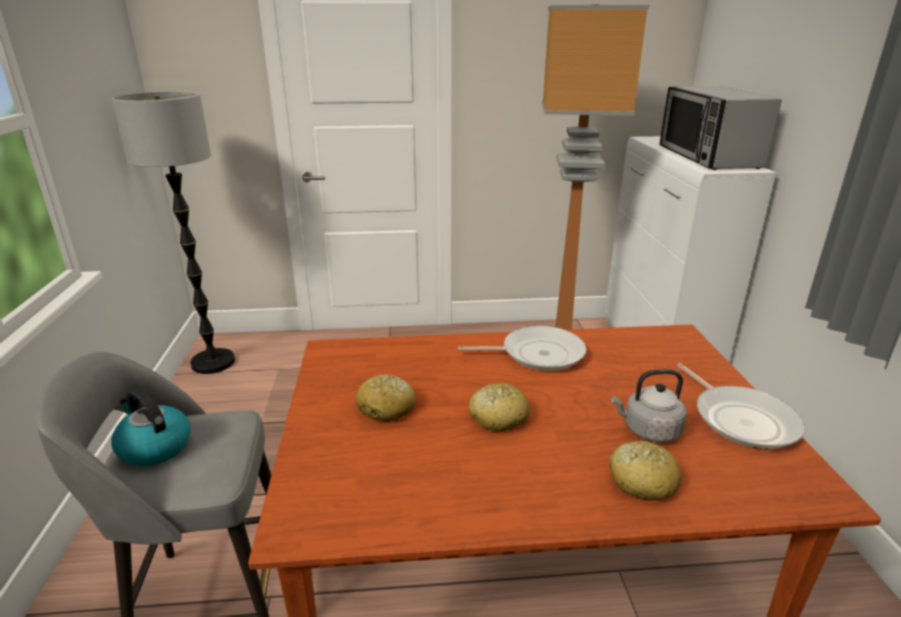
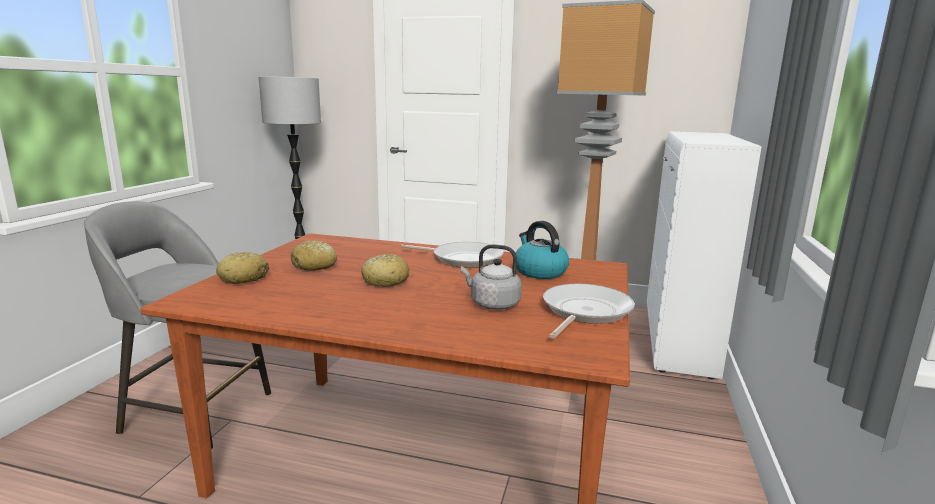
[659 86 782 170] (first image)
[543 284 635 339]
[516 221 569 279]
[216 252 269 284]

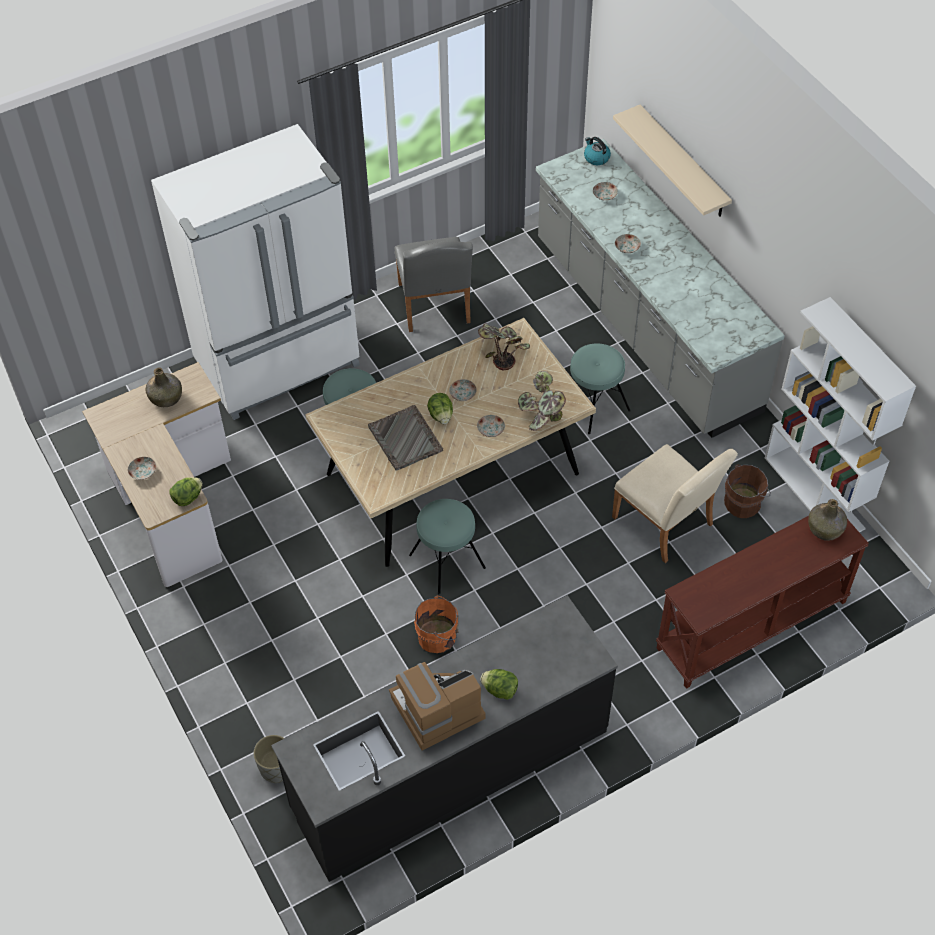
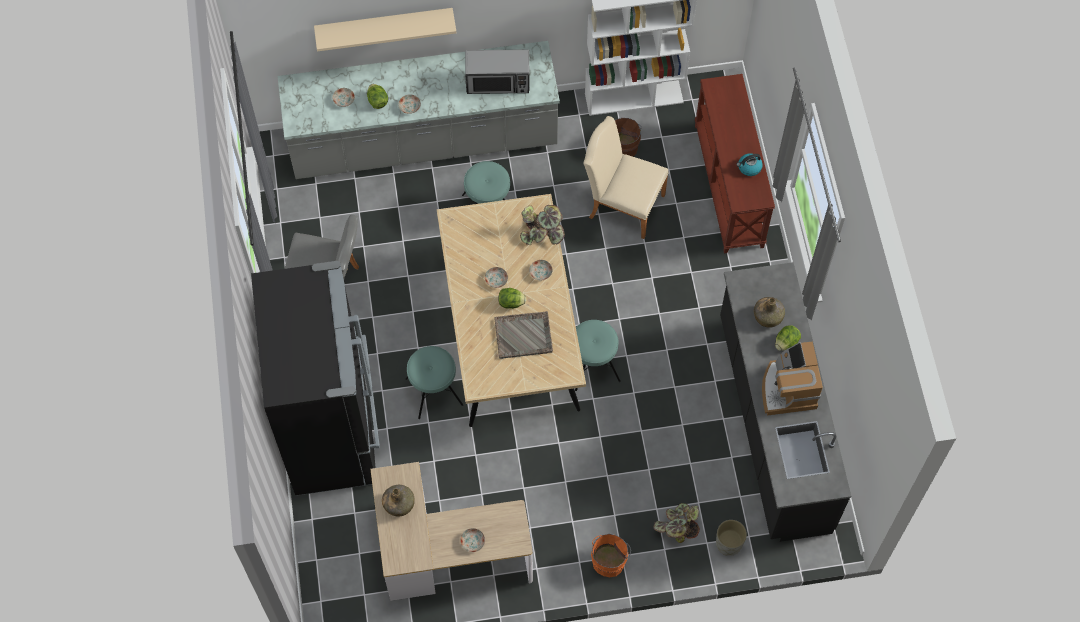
[251 261 380 496]
[736 153 763 176]
[653 503 700 543]
[583 116 669 239]
[367 84 388 109]
[754 297 785 328]
[591 534 631 577]
[465 49 530 94]

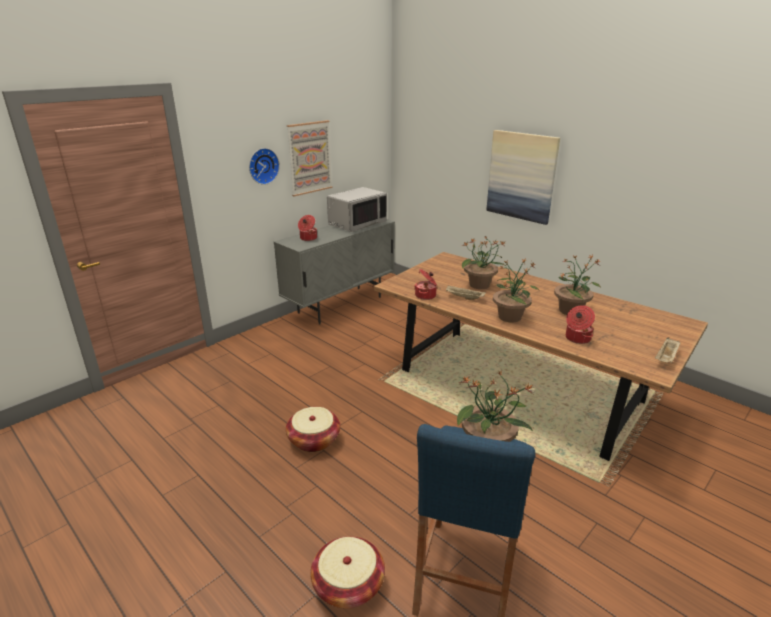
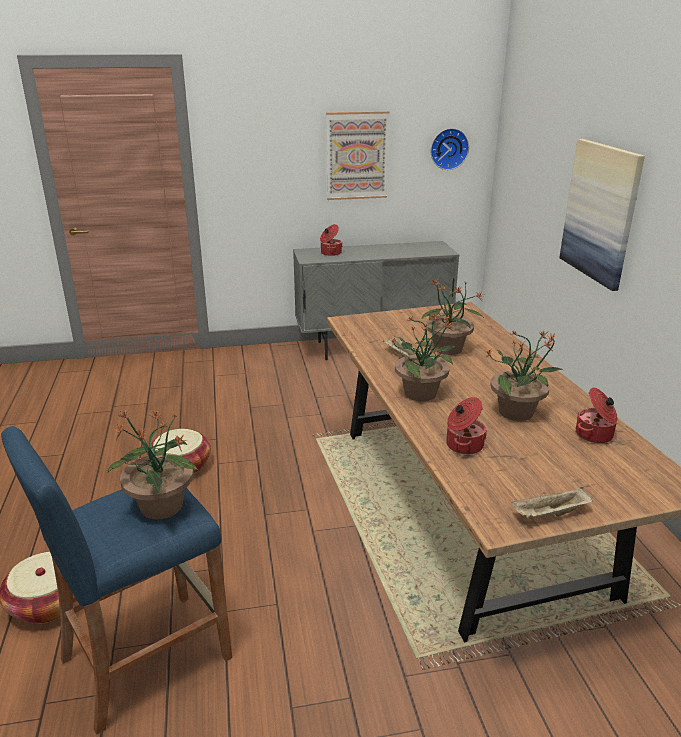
[431 128 469 170]
[327 187 387 232] (first image)
[576 387 617 443]

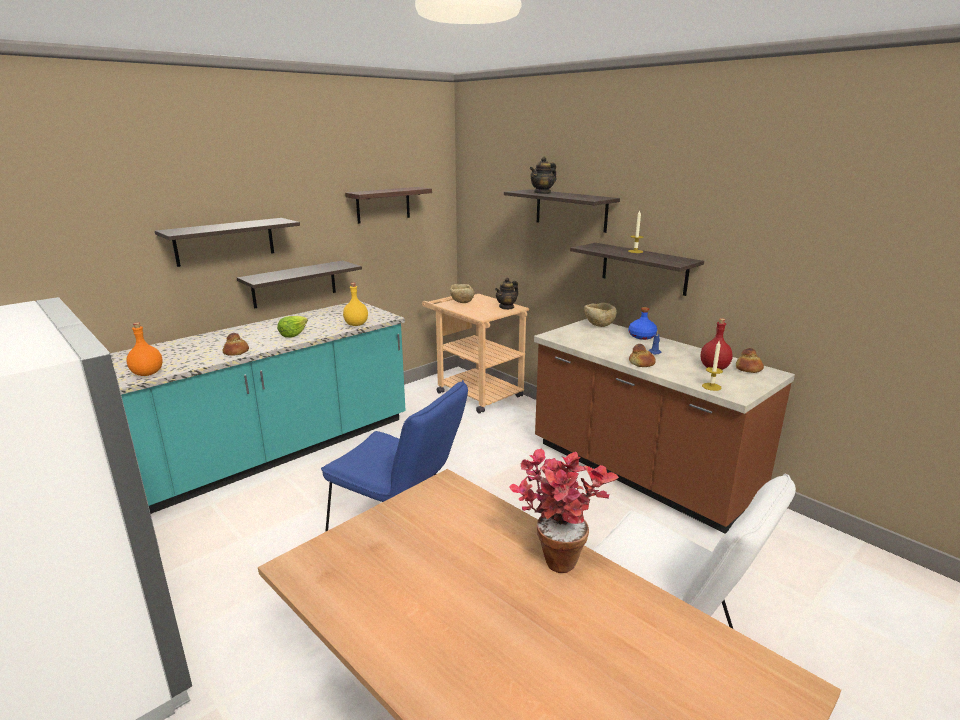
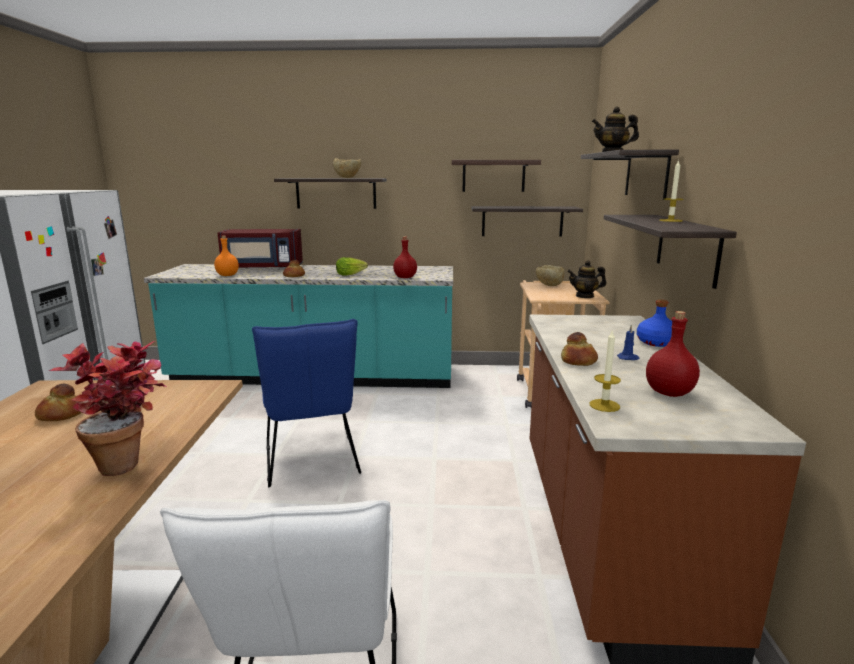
[472 206 583 237]
[393 237 417 278]
[333 158 361 178]
[35 384 82 421]
[218 229 303 268]

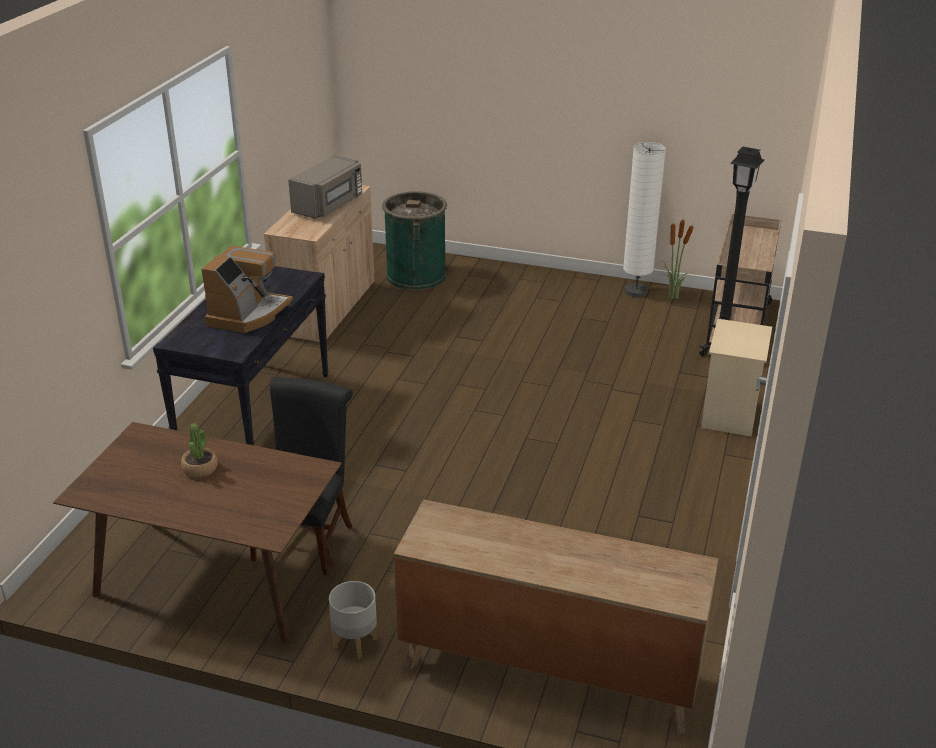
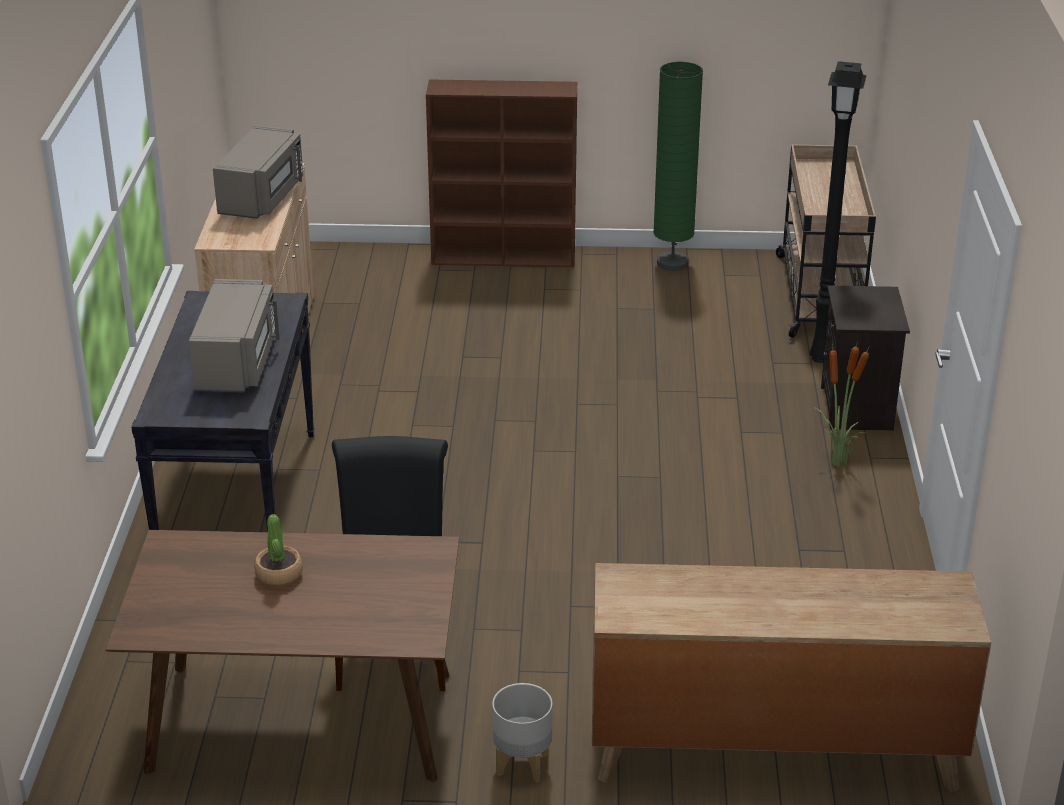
[653 62 703 271]
[382 191 447 290] (first image)
[814 341 870 466]
[189 279 279 393]
[821 286 910 431]
[426 80 577 267]

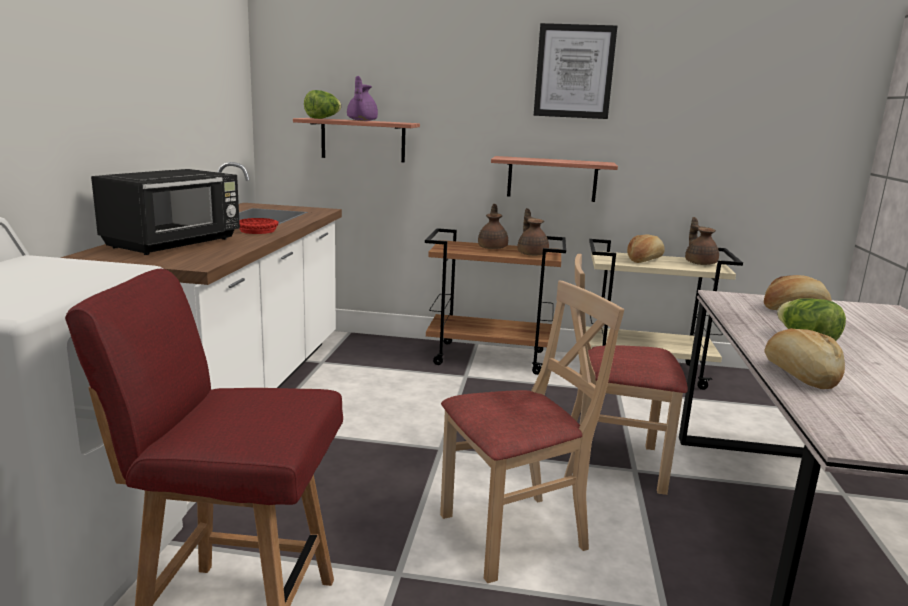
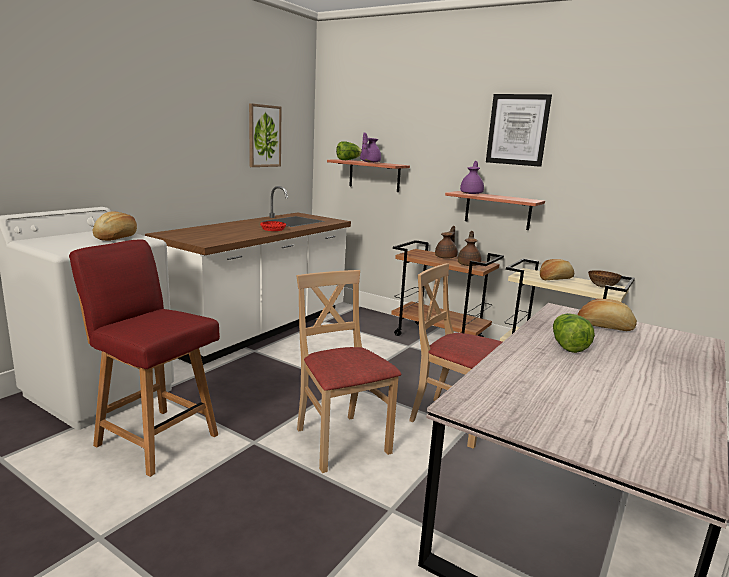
[91 169 240 255] (first image)
[588 270 622 288]
[297 270 401 473]
[93 211 137 241]
[249 103 281 167]
[460 161 484 194]

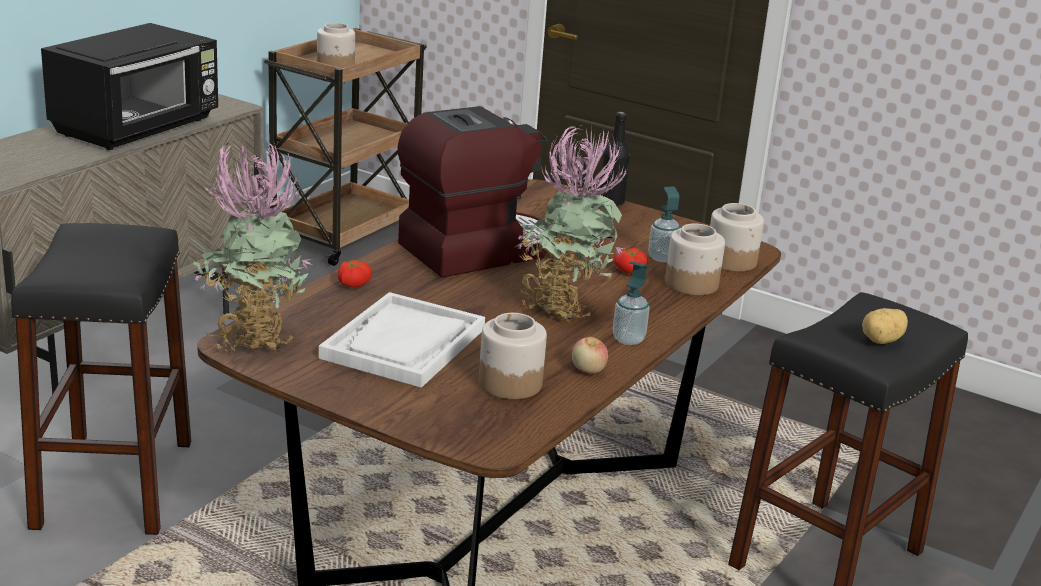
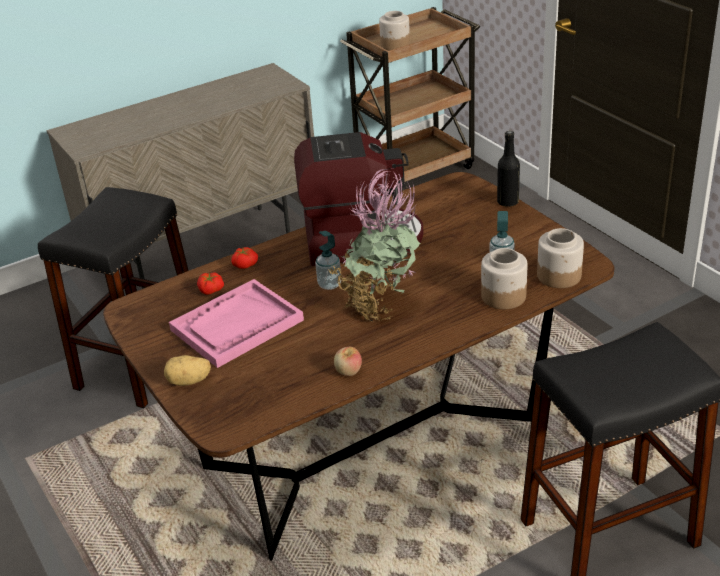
[41 23 218 150] (first image)
[193 139 312 354] (first image)
[197 272 224 295]
[315 231 341 290]
[169 279 304 368]
[164 355 211 386]
[479 313 547 399] (first image)

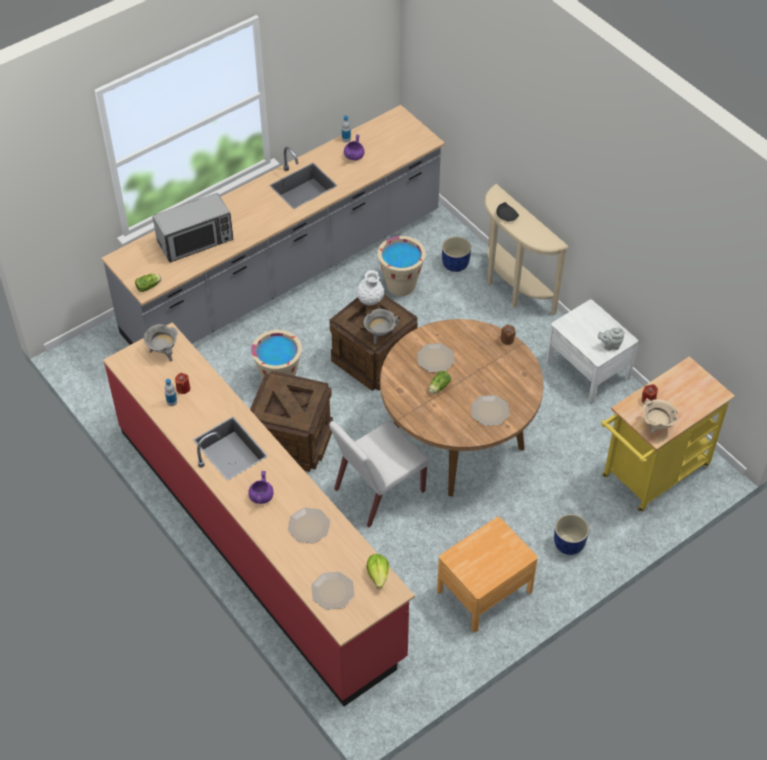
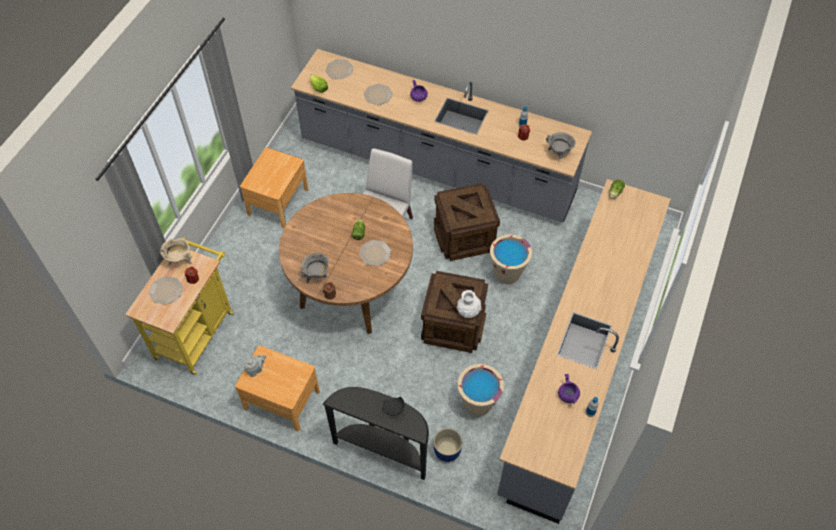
[323 387 429 480]
[153 193 234 262] (first image)
[235 345 320 431]
[301 253 329 283]
[291 49 592 223]
[149 276 183 305]
[554 514 589 555] (first image)

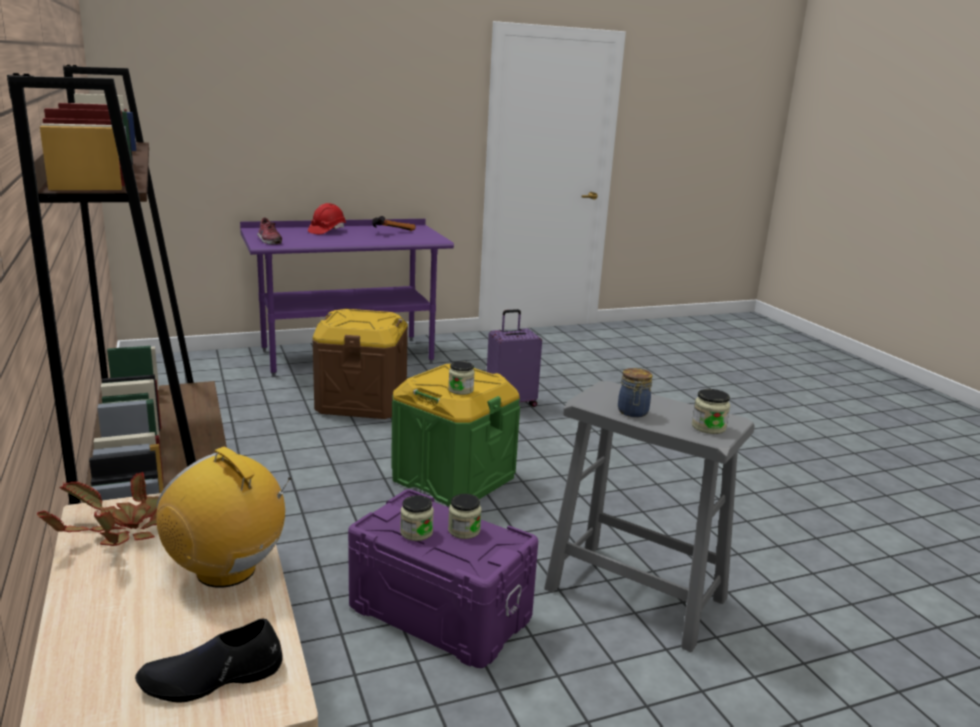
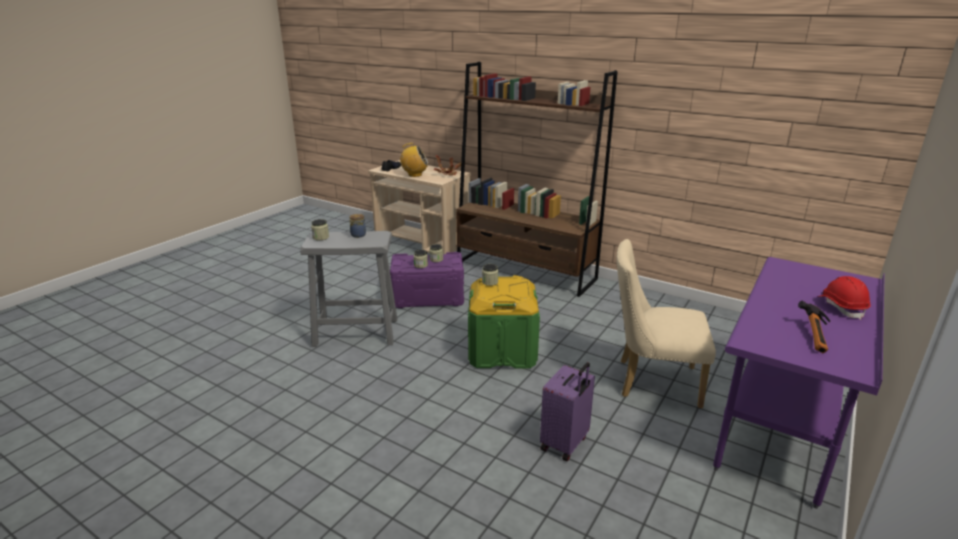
[257 217 282 245] (first image)
[616 239 716 408]

